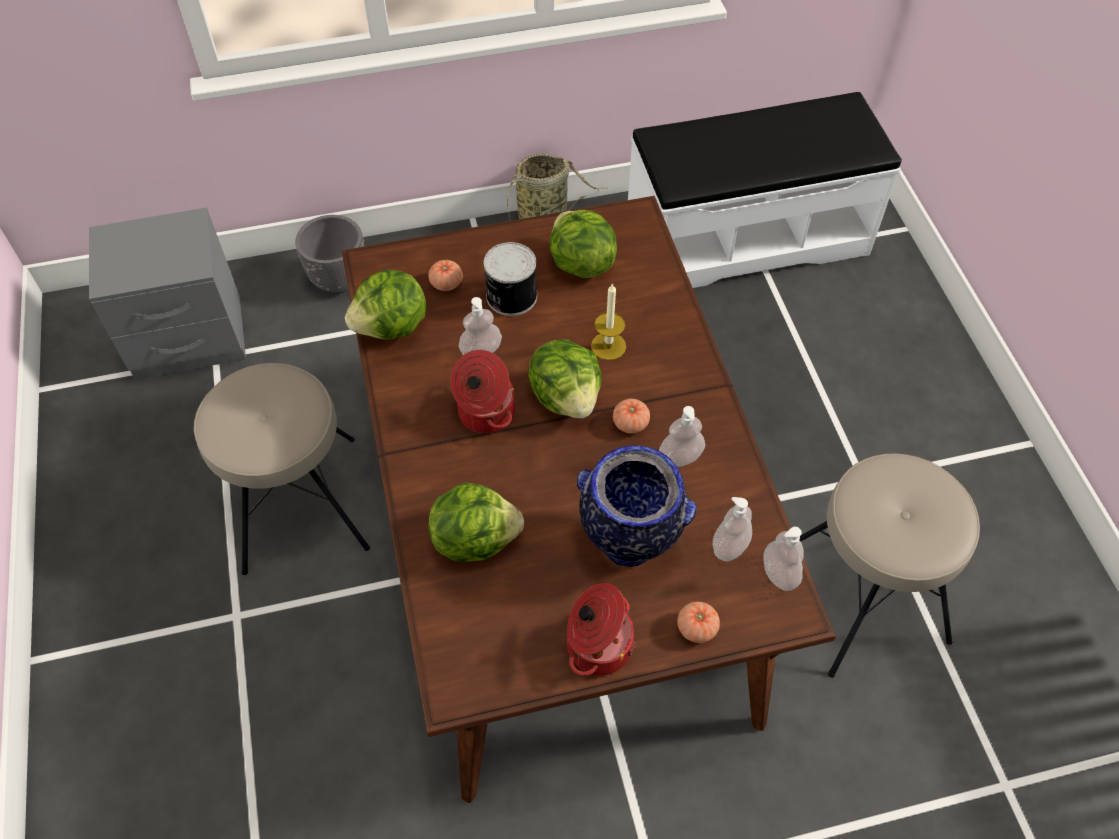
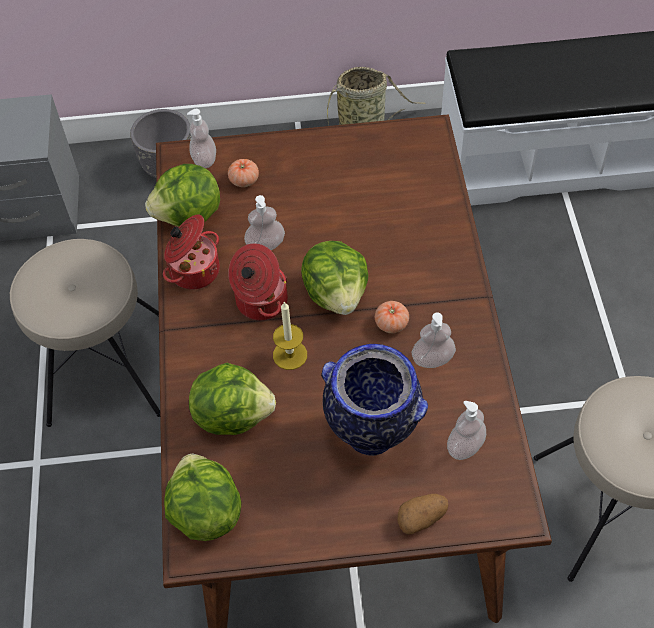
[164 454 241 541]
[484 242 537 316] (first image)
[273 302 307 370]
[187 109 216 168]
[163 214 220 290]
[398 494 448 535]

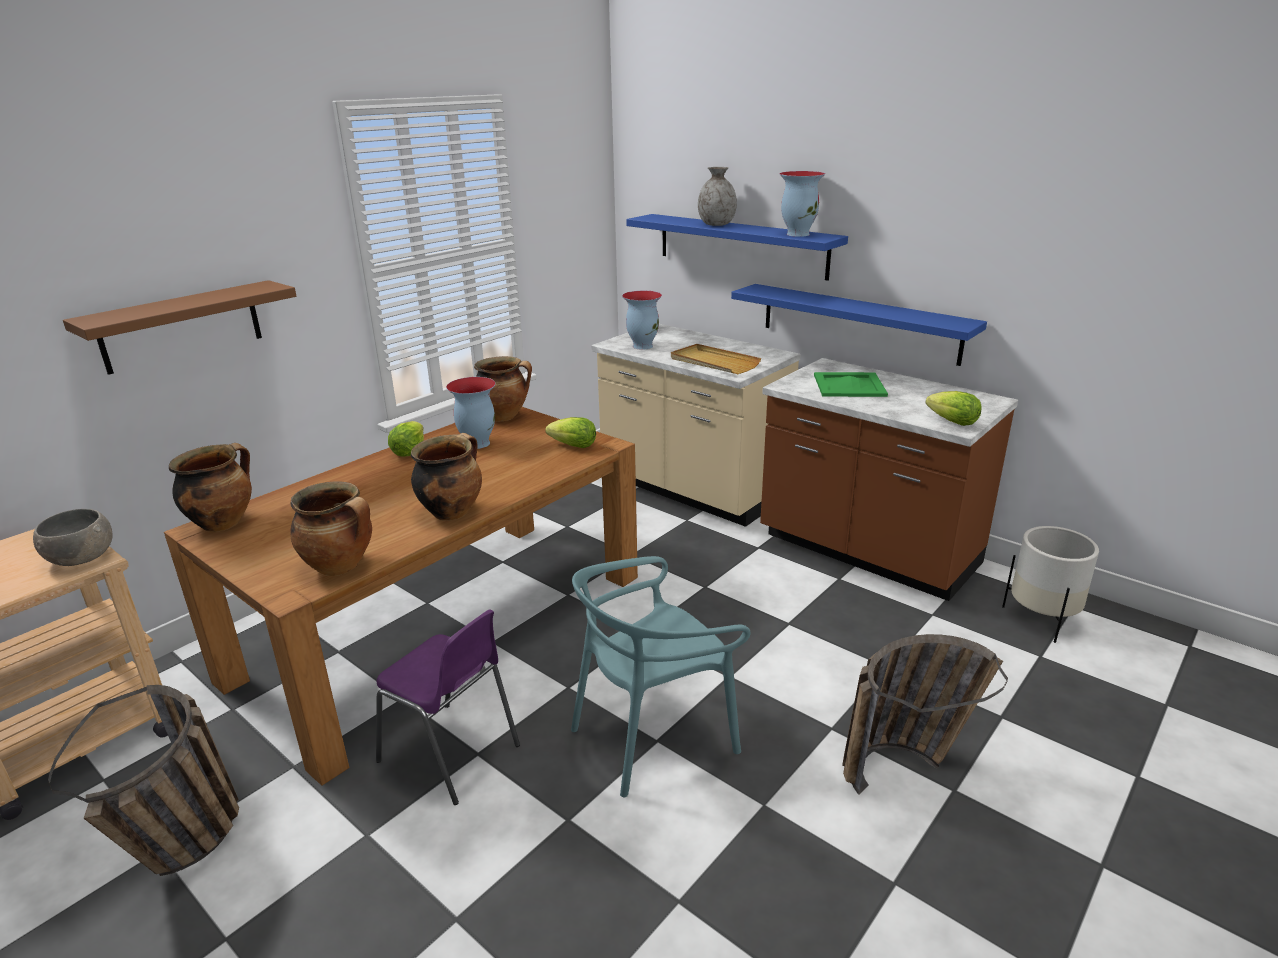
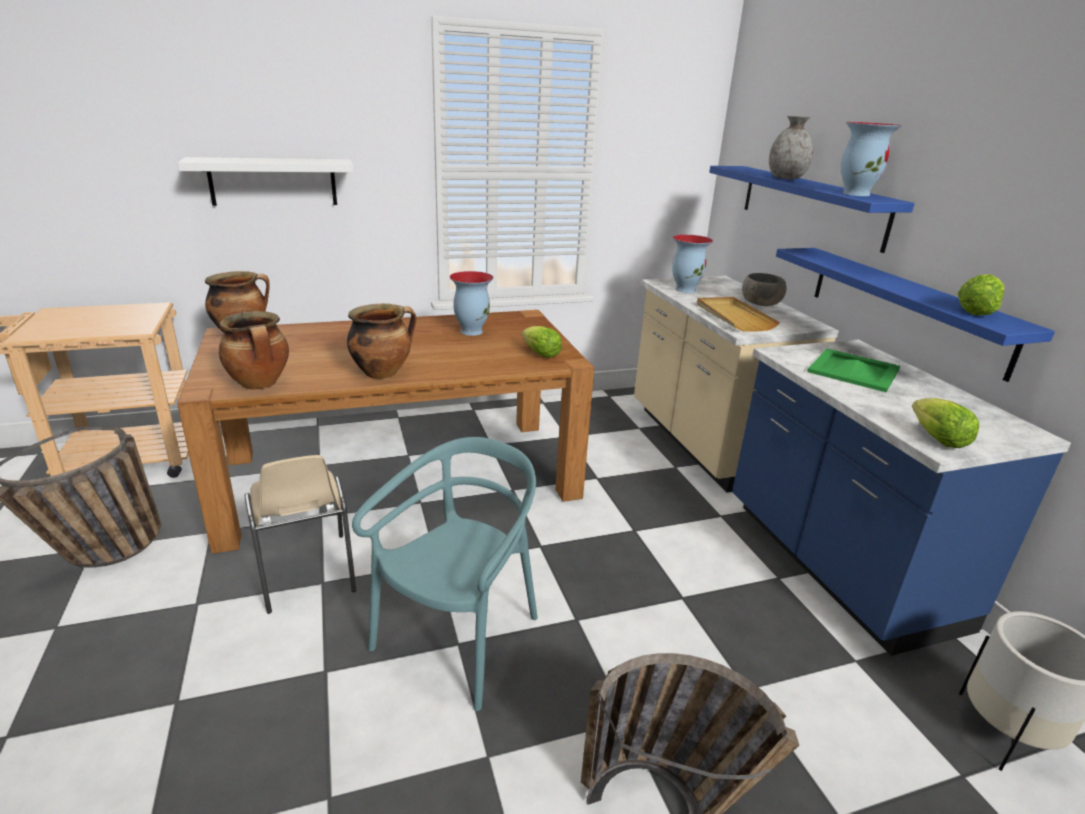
[178 157 353 206]
[474 356 532 421] (first image)
[732 340 1071 656]
[958 275 1004 315]
[742 273 787 306]
[352 437 538 711]
[245 455 356 614]

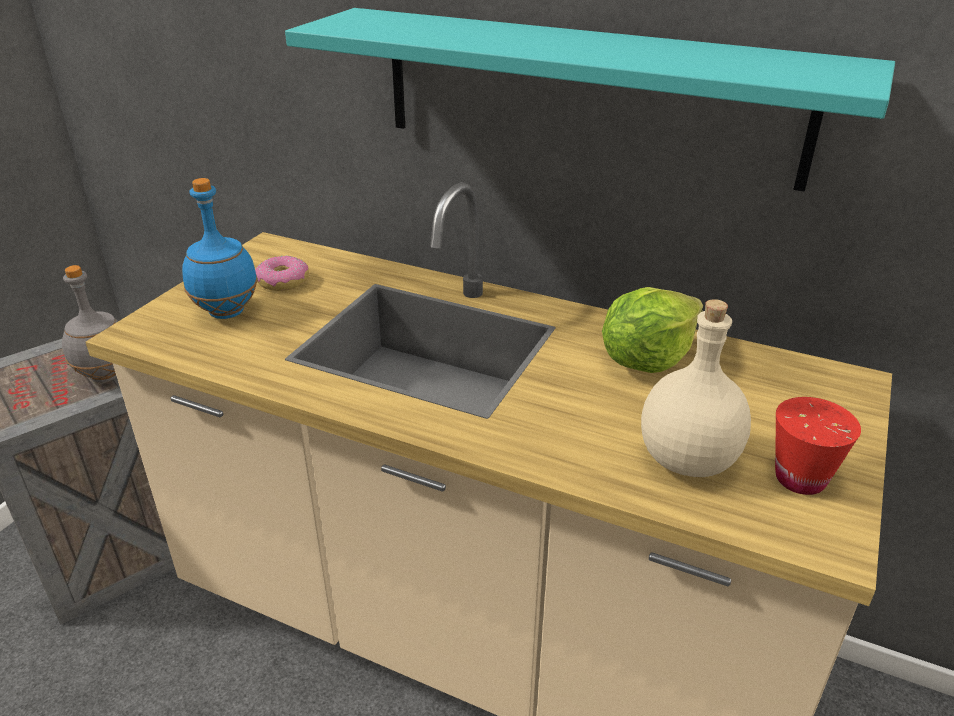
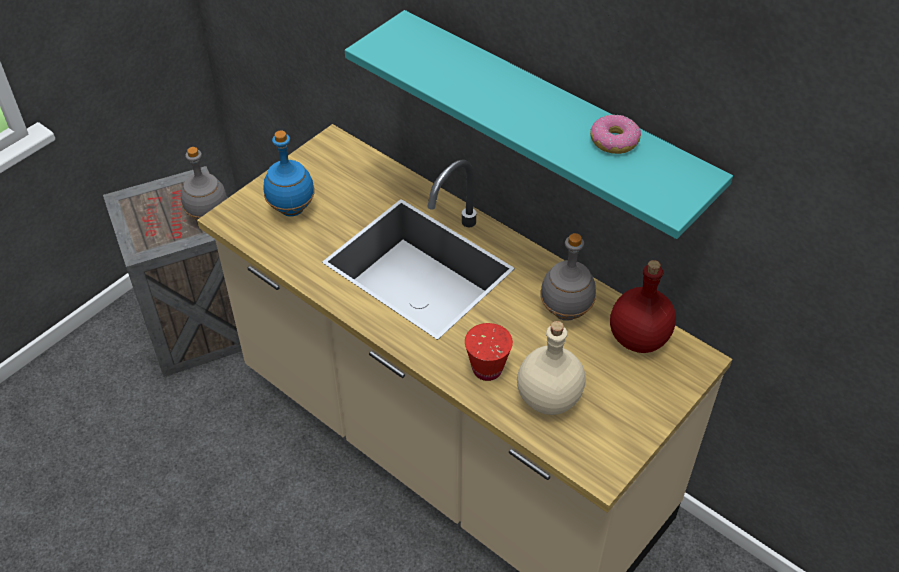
[590 115 641 154]
[541 233 596 321]
[465 323 513 381]
[610 260 676 353]

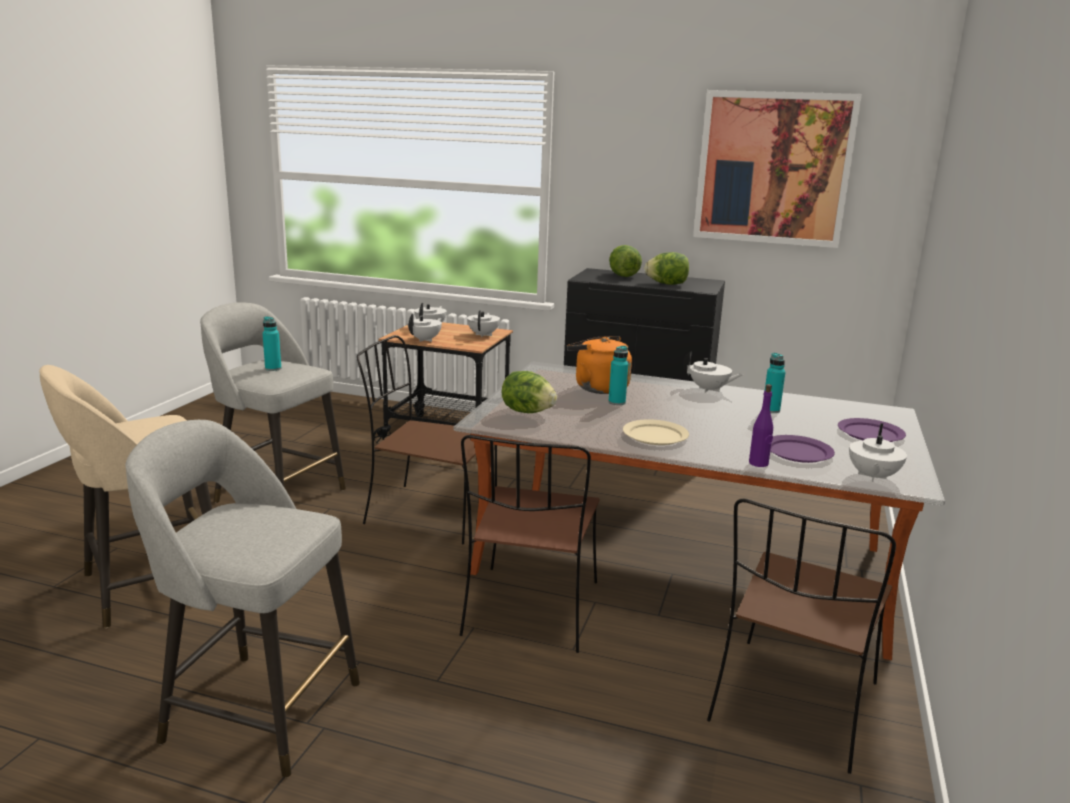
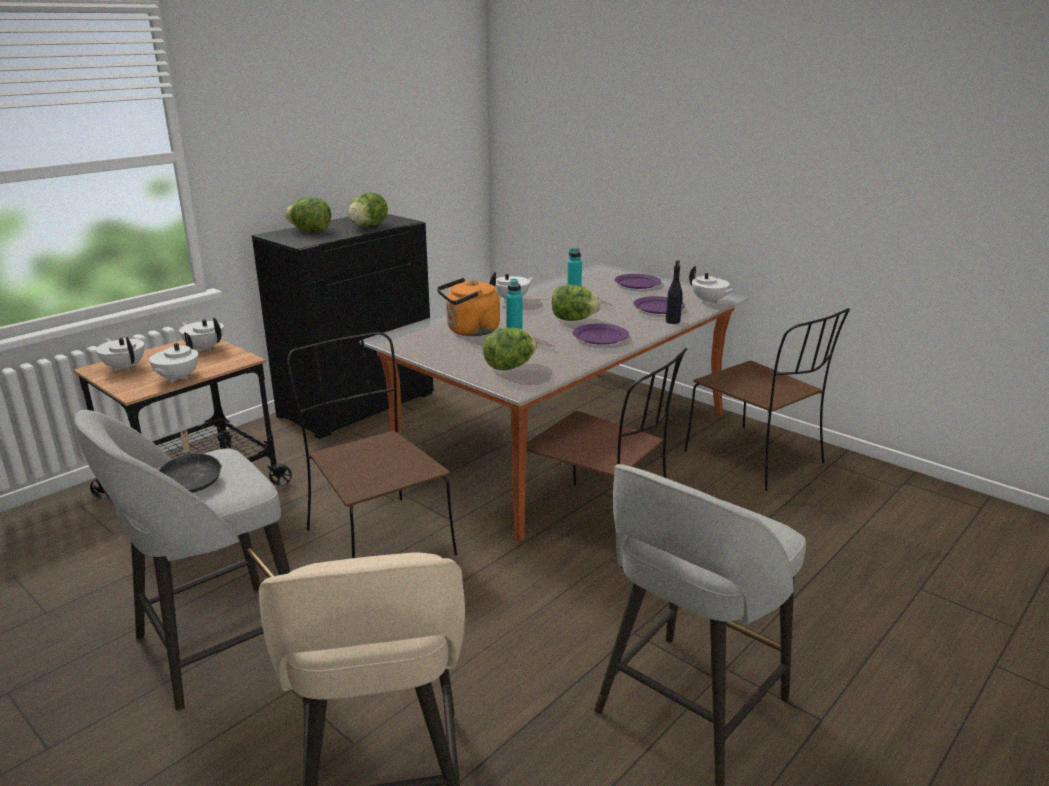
[693 90 862 248] (first image)
[149 332 199 383]
[159 430 222 493]
[287 332 457 558]
[666 260 683 324]
[573 324 629 345]
[552 285 601 321]

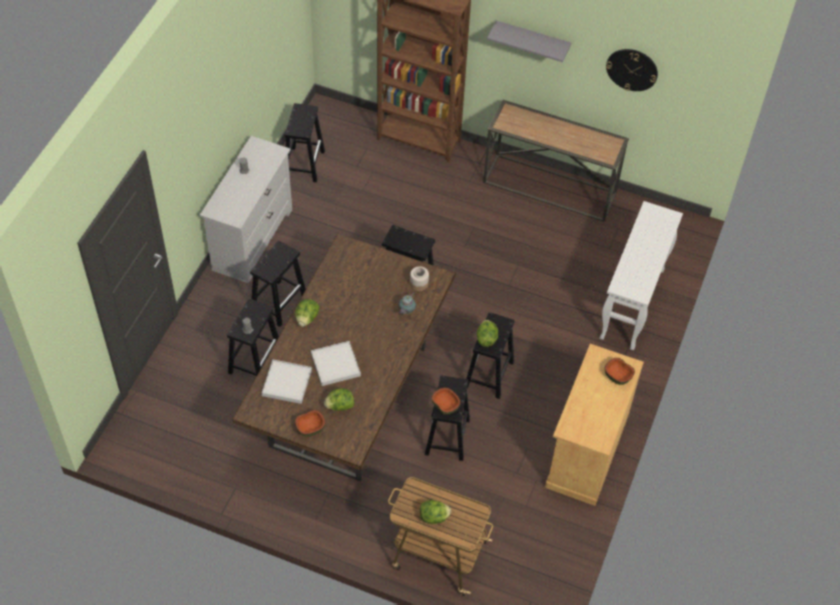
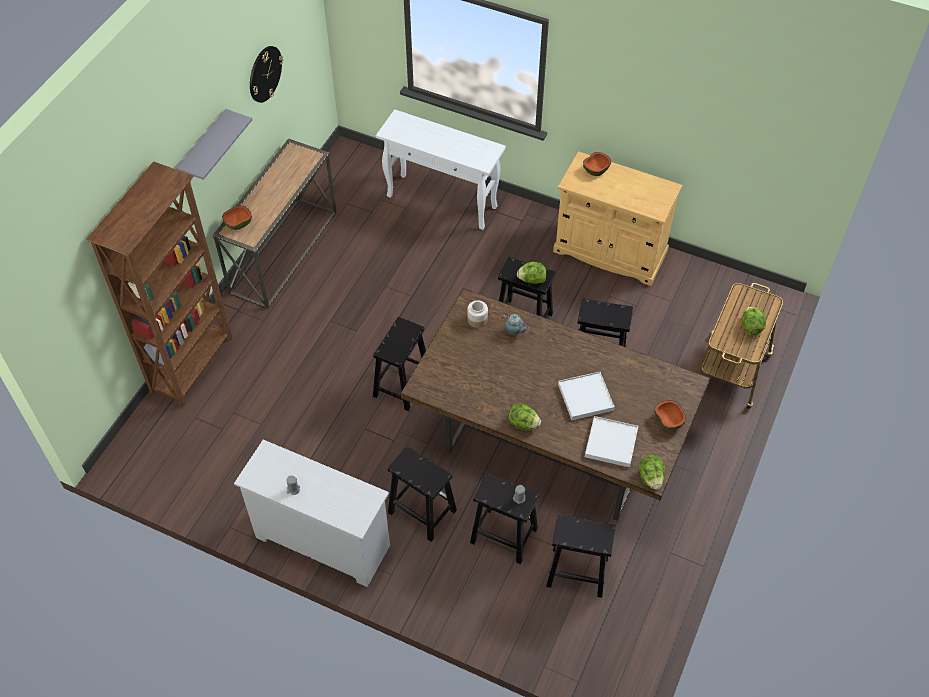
[546 514 616 598]
[222 206 252 230]
[639 455 665 490]

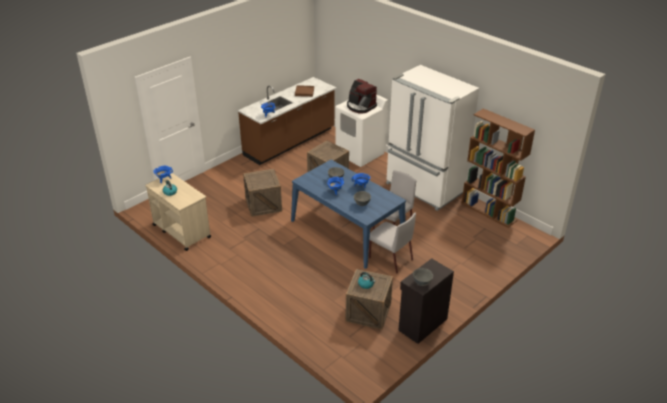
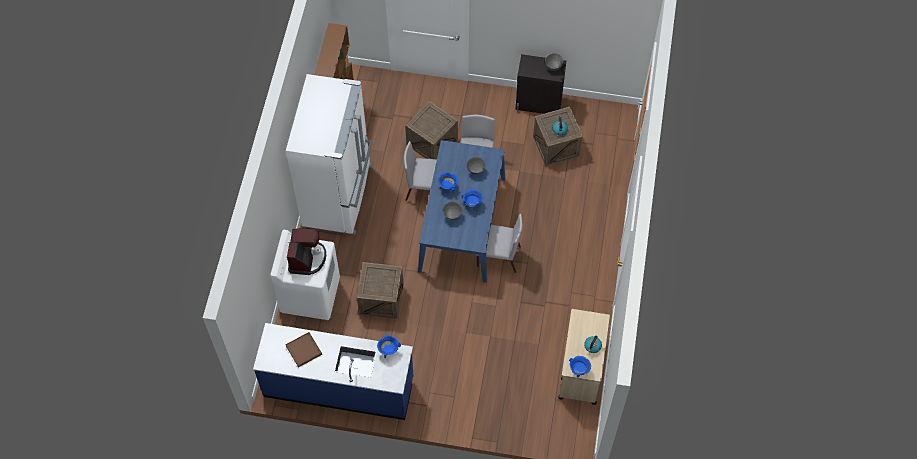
[253 323 414 420]
[405 101 458 160]
[475 214 522 273]

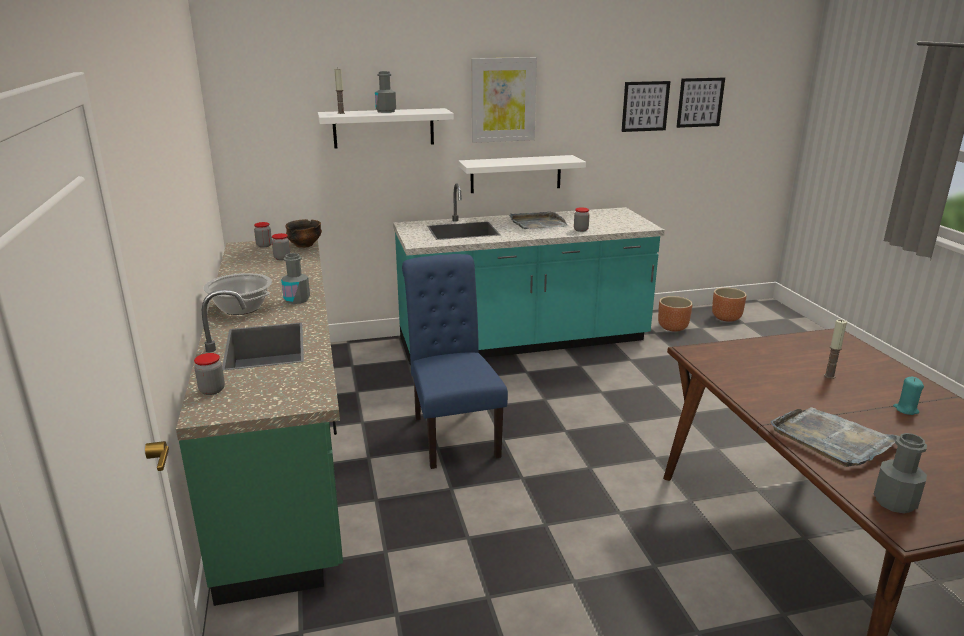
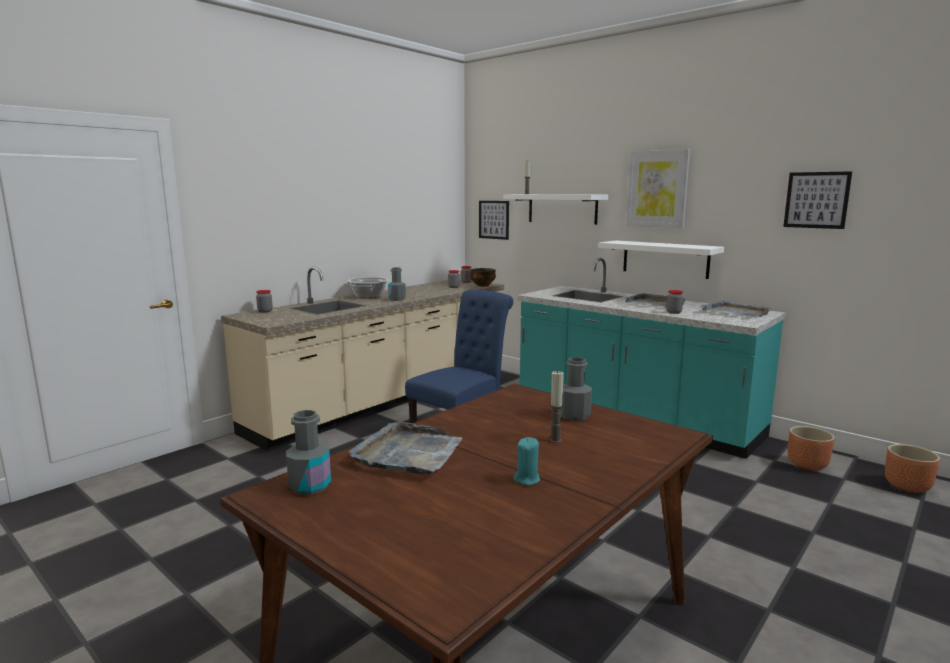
[561 357 592 421]
[479 201 509 240]
[221 267 504 451]
[700 300 772 318]

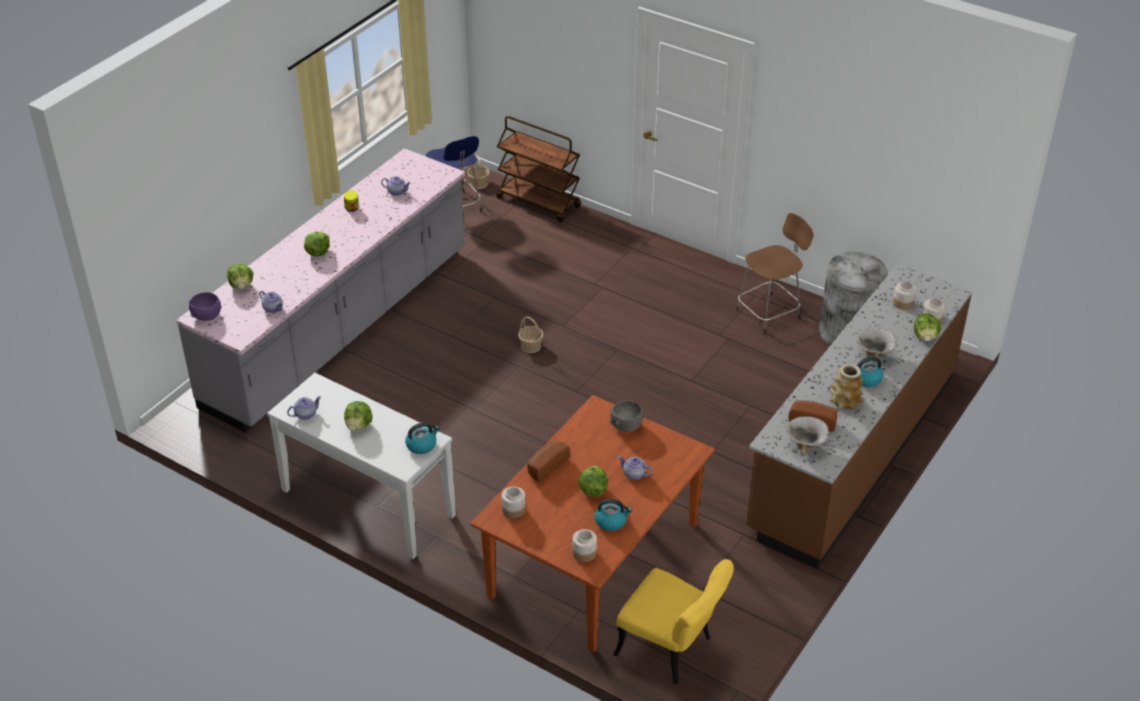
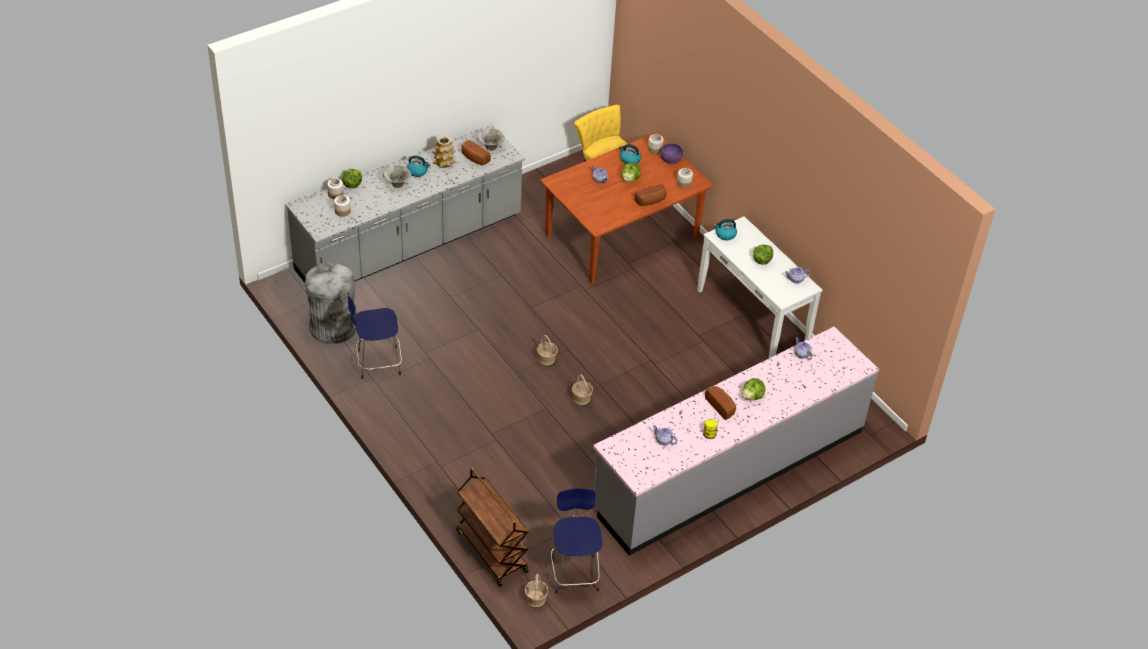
[348 293 402 379]
[227 263 253 289] (first image)
[286 125 525 283]
[660 143 683 164]
[610 401 644 433] (first image)
[537 335 558 365]
[705 386 736 420]

